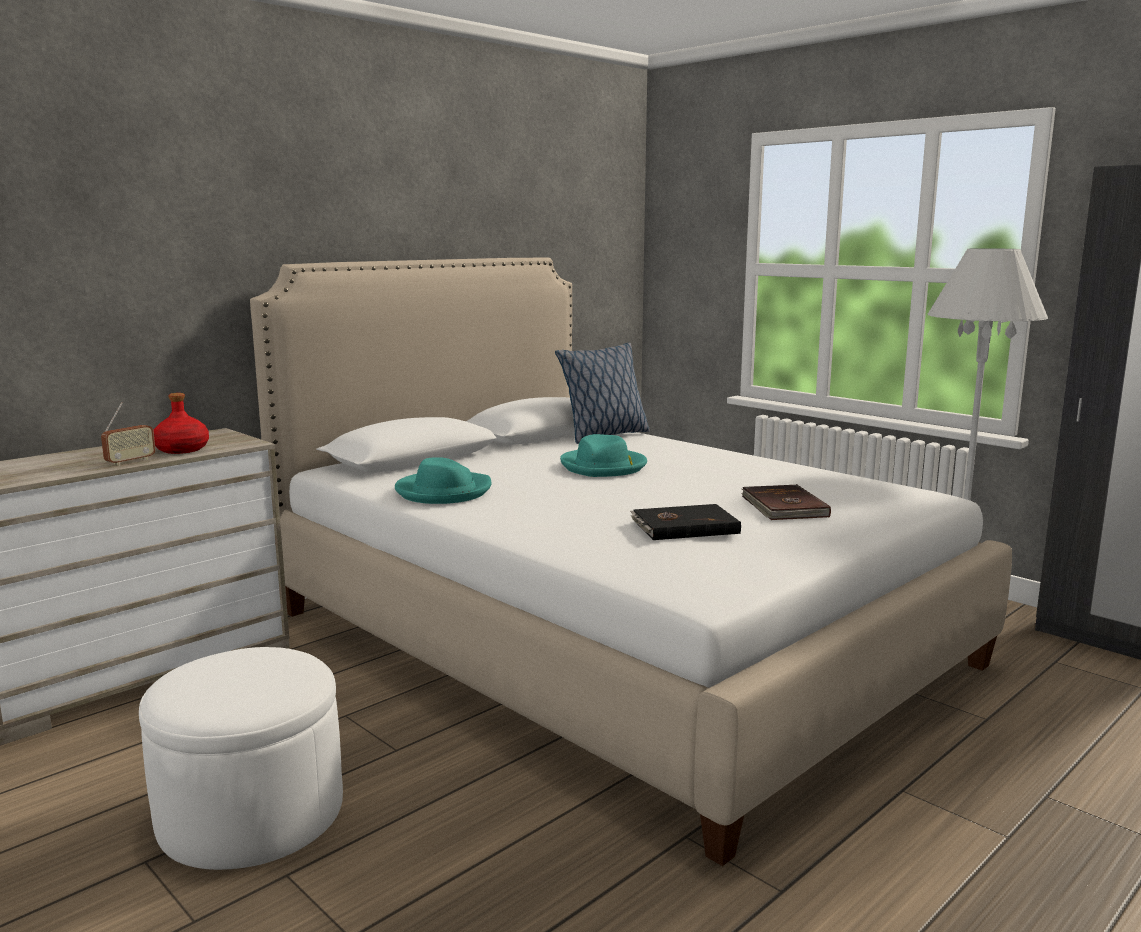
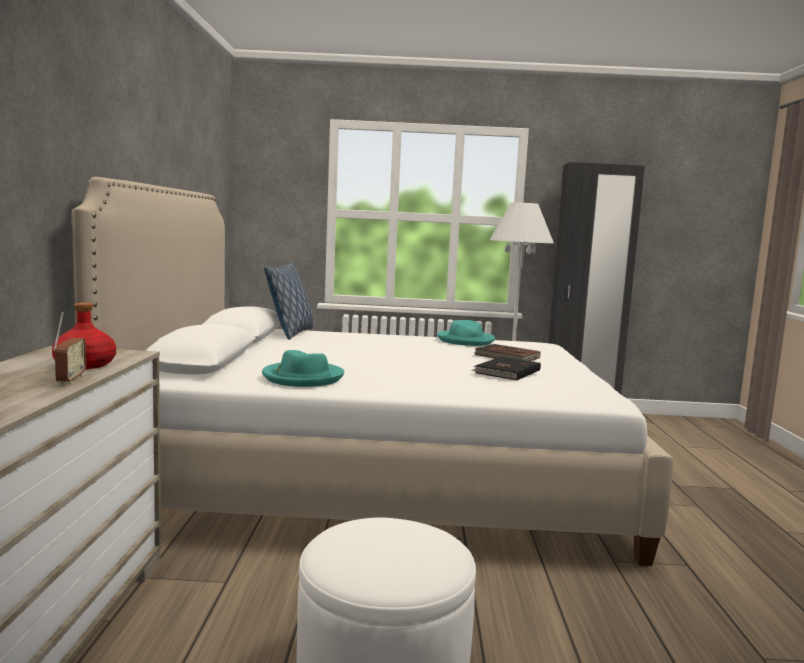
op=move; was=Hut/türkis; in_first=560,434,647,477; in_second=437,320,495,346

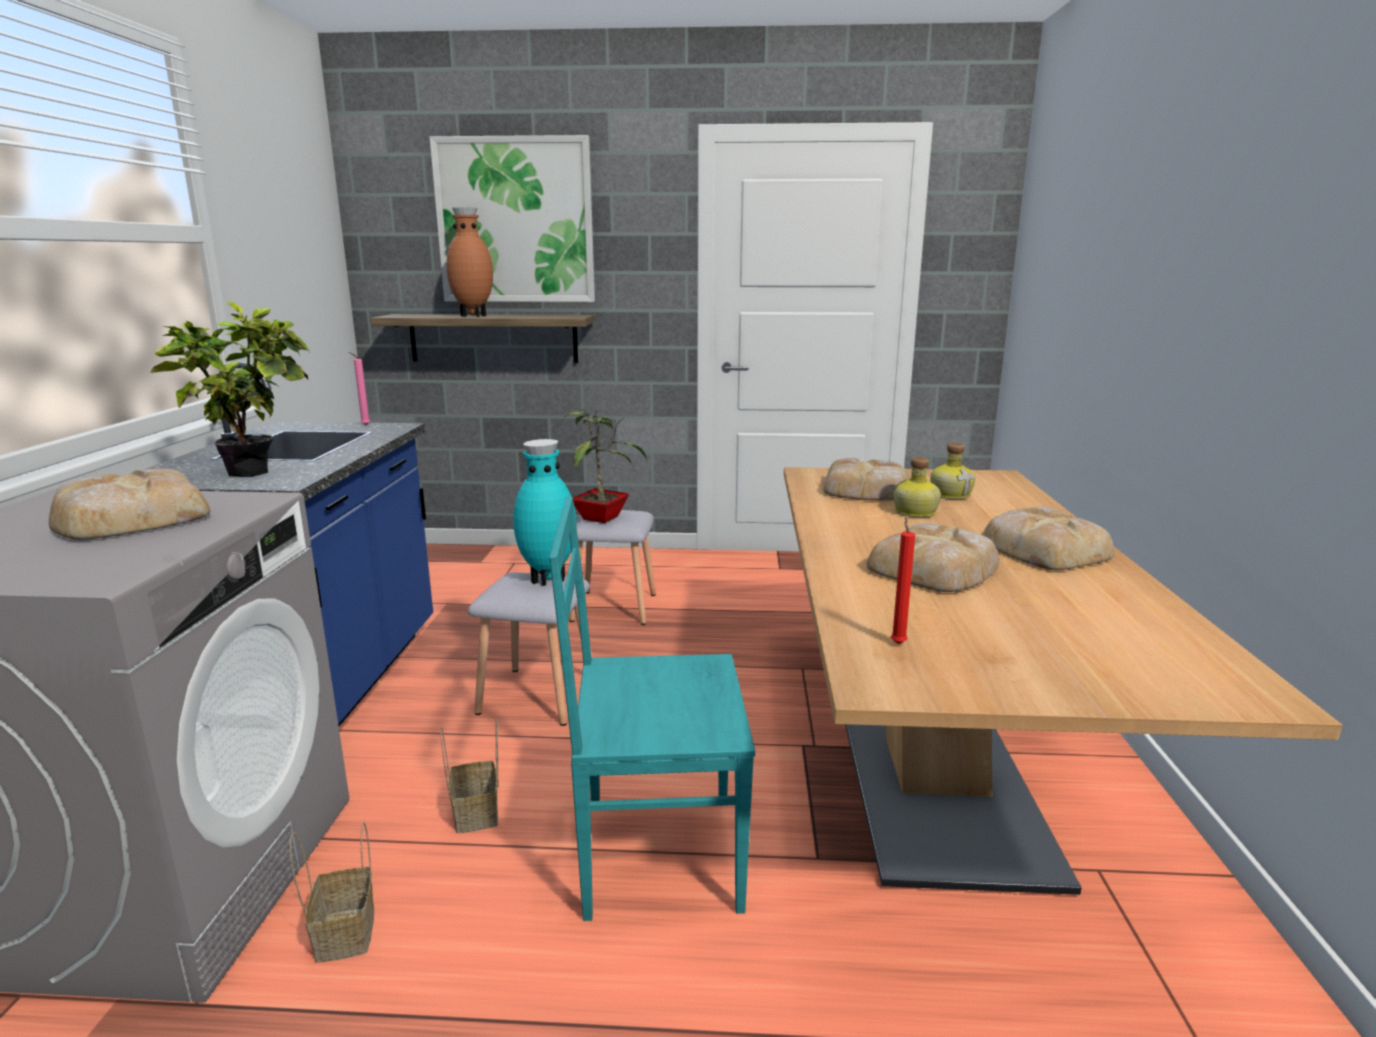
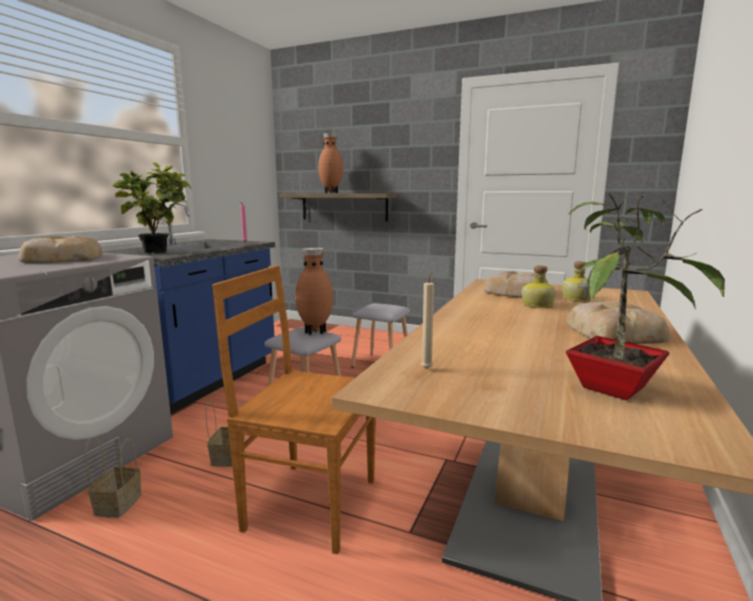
op=delete; was=Bild; in_first=430,135,595,302
op=move; was=Topfpflanze; in_first=562,408,647,523; in_second=566,191,725,401
op=recolor; was=Vase/türkis; now=Vase/braun; in_first=513,439,577,586; in_second=295,248,333,335
op=recolor; was=Stuhl/türkis; now=Stuhl/braun; in_first=549,496,755,921; in_second=212,265,376,554
op=recolor; was=Kerze/rot; now=Kerze/beige; in_first=891,517,915,644; in_second=421,272,434,369
op=delete; was=Brot; in_first=867,524,999,592

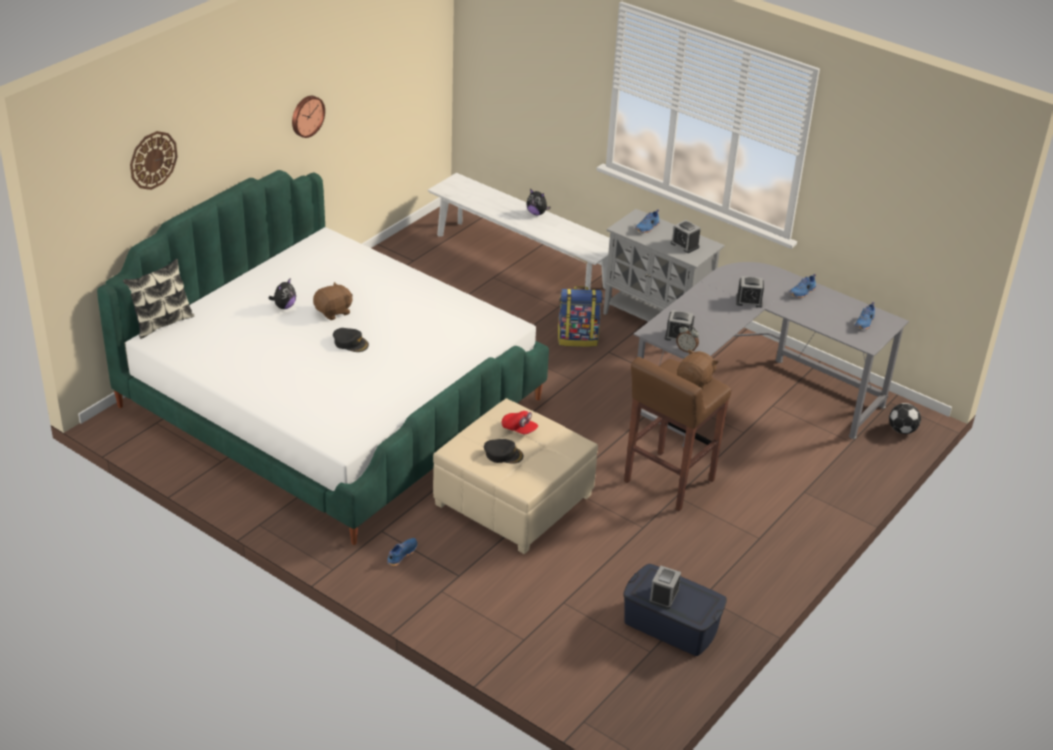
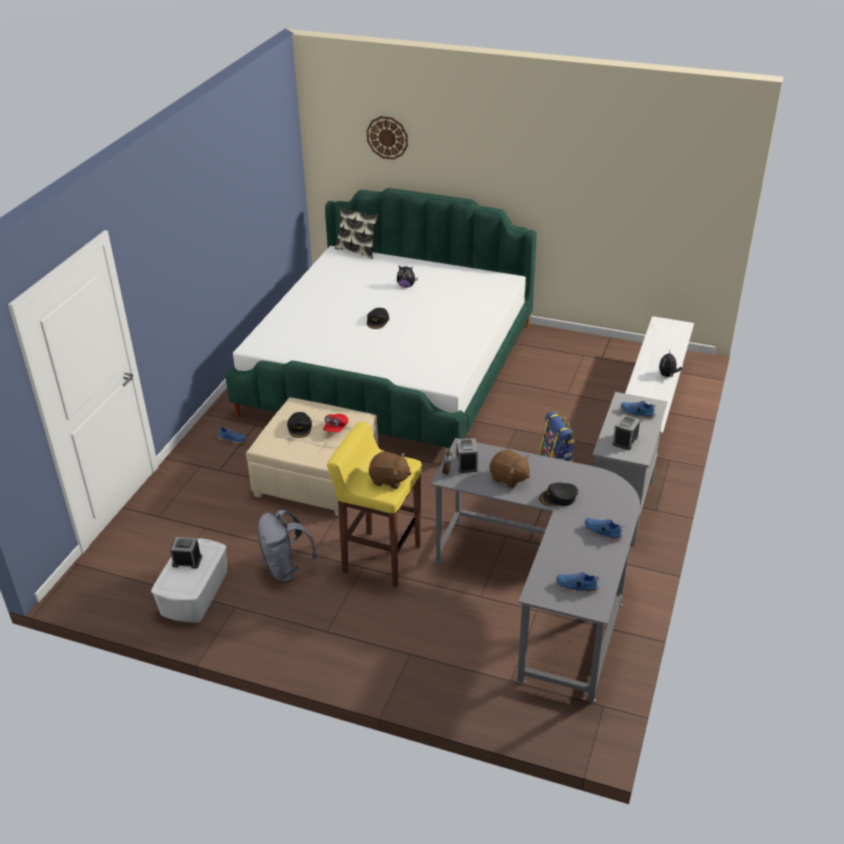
op=delete; was=Wanduhr; in_first=292,96,325,138
op=replace; was=Wecker; now=Kappe/schwarz; in_first=736,276,764,308; in_second=539,483,578,506
op=move; was=Plüschtier/braun; in_first=313,282,353,320; in_second=489,449,530,489
op=recolor; was=Hocker/braun; now=Hocker/gelb; in_first=624,357,731,511; in_second=327,422,422,587
op=delete; was=Fußball; in_first=889,403,921,434
op=recolor; was=Aufbewahrungsbox/blau; now=Aufbewahrungsbox/weiß; in_first=623,564,727,656; in_second=151,538,227,623
op=insert; now=Rucksack/grau; in_second=257,510,317,582

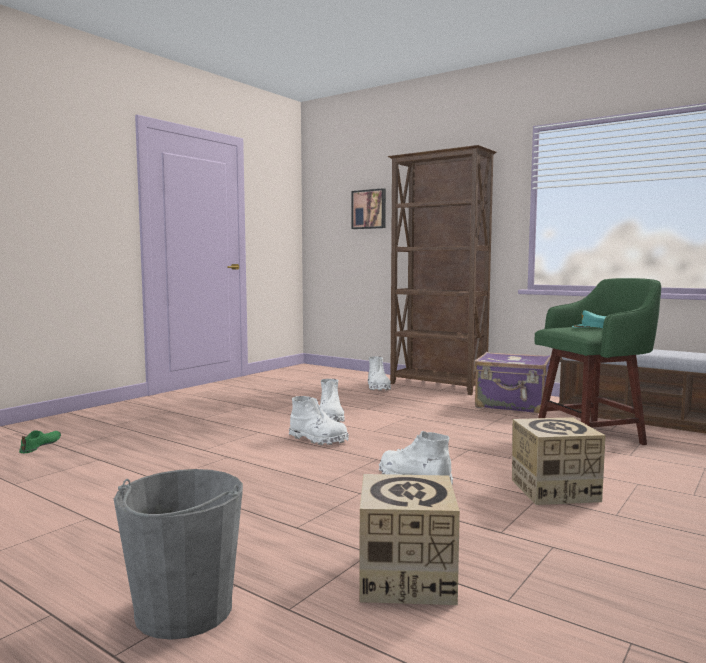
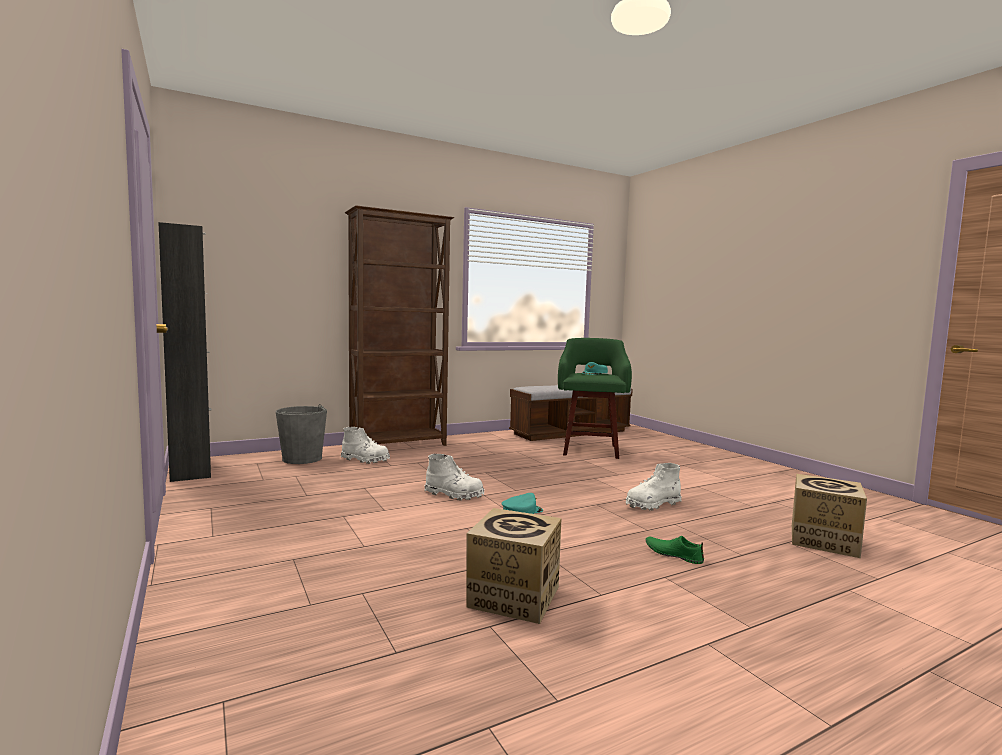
op=delete; was=Bild; in_first=352,188,386,229
op=delete; was=Koffer/lila; in_first=474,352,551,413
op=replace; was=Stiefel/weiß; now=Kappe/türkis; in_first=289,396,349,445; in_second=502,493,543,514
op=move; was=Karton; in_first=512,417,606,505; in_second=466,508,561,624
op=move; was=Schuh/grün; in_first=19,430,61,453; in_second=646,536,704,564
op=move; was=Eimer/grau; in_first=114,469,243,640; in_second=276,404,327,464
op=insert; now=Schrank/schwarz; in_second=158,222,212,482

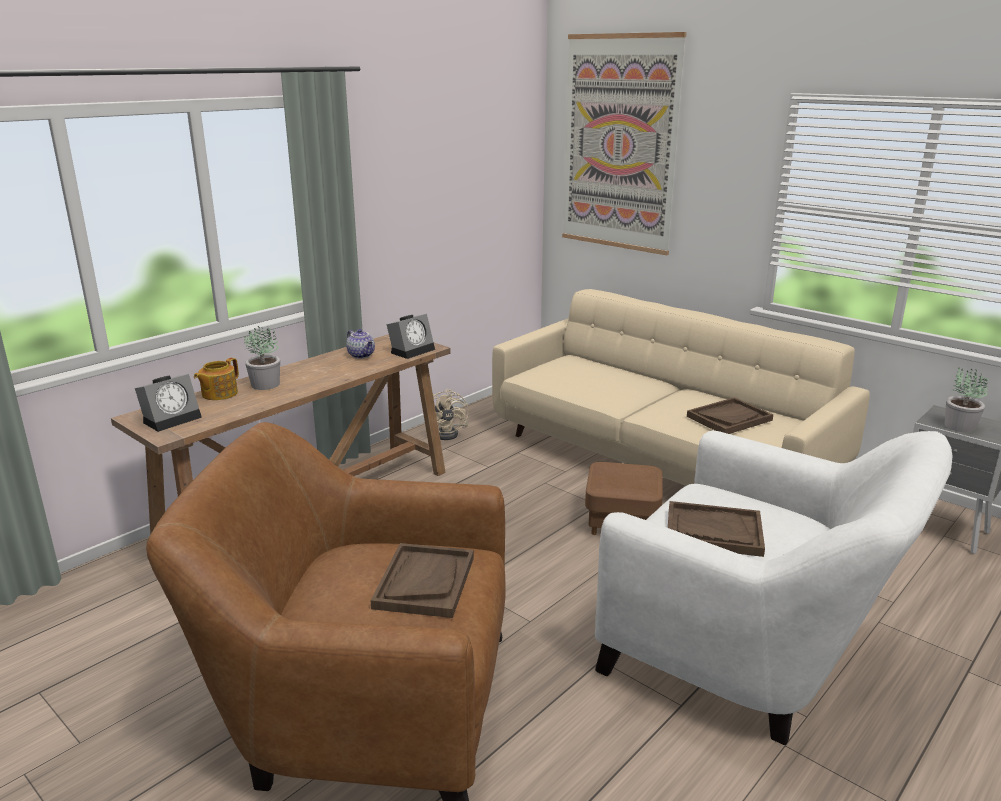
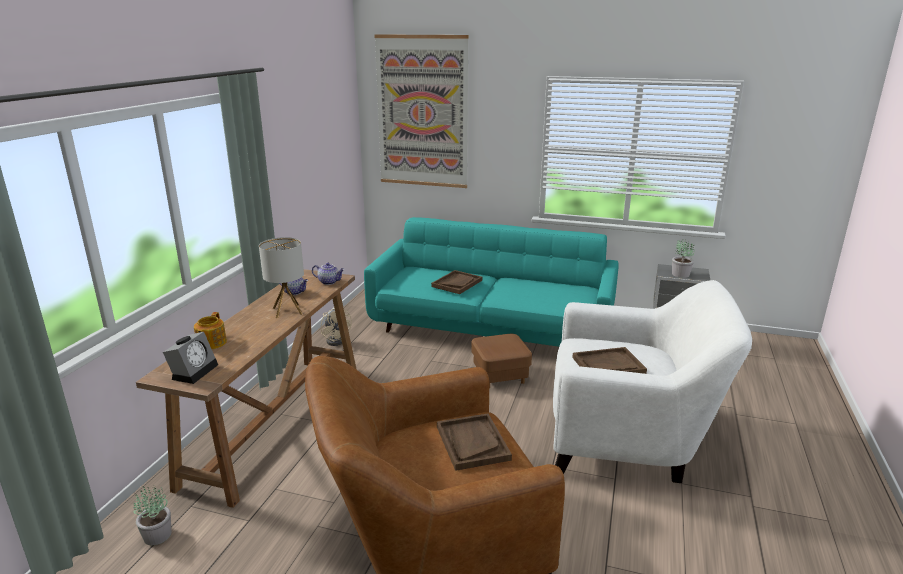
op=recolor; was=Sofa/beige; now=Sofa/türkis; in_first=492,289,870,486; in_second=364,217,619,347
op=replace; was=Wecker; now=Teekanne; in_first=386,314,435,359; in_second=312,263,345,285
op=move; was=Topfpflanze; in_first=244,326,280,390; in_second=133,486,171,545
op=move; was=Tablett/braun; in_first=687,397,773,434; in_second=431,270,482,294
op=insert; now=Tischlampe; in_second=259,237,304,318

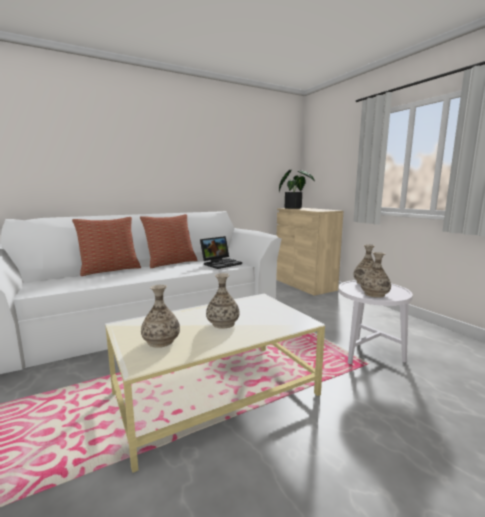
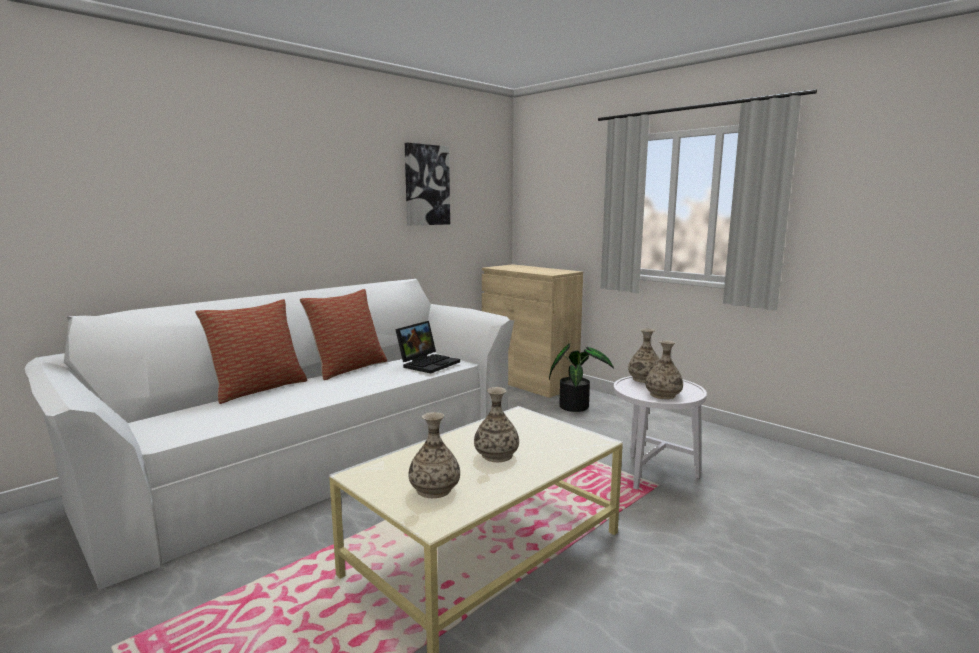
op=move; was=Topfpflanze; in_first=279,170,315,209; in_second=549,343,614,412
op=insert; now=Bild; in_second=405,143,450,226

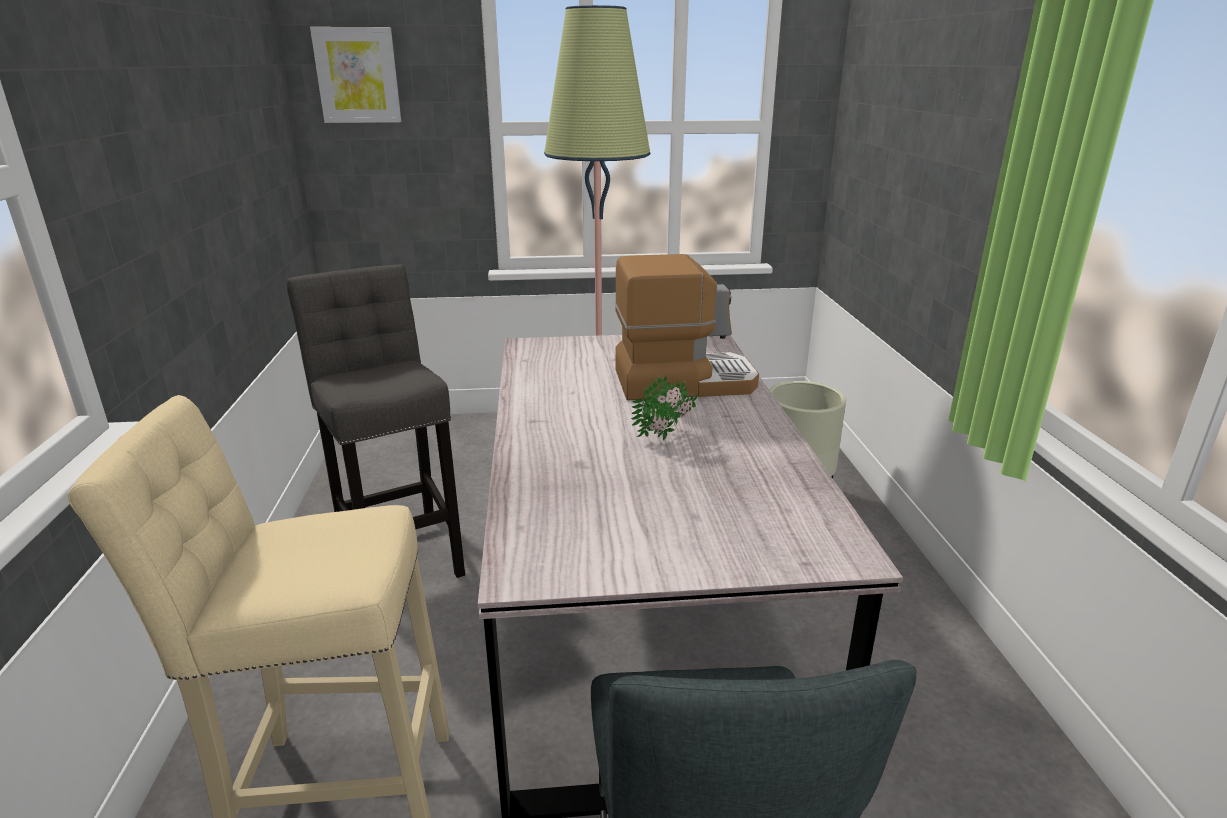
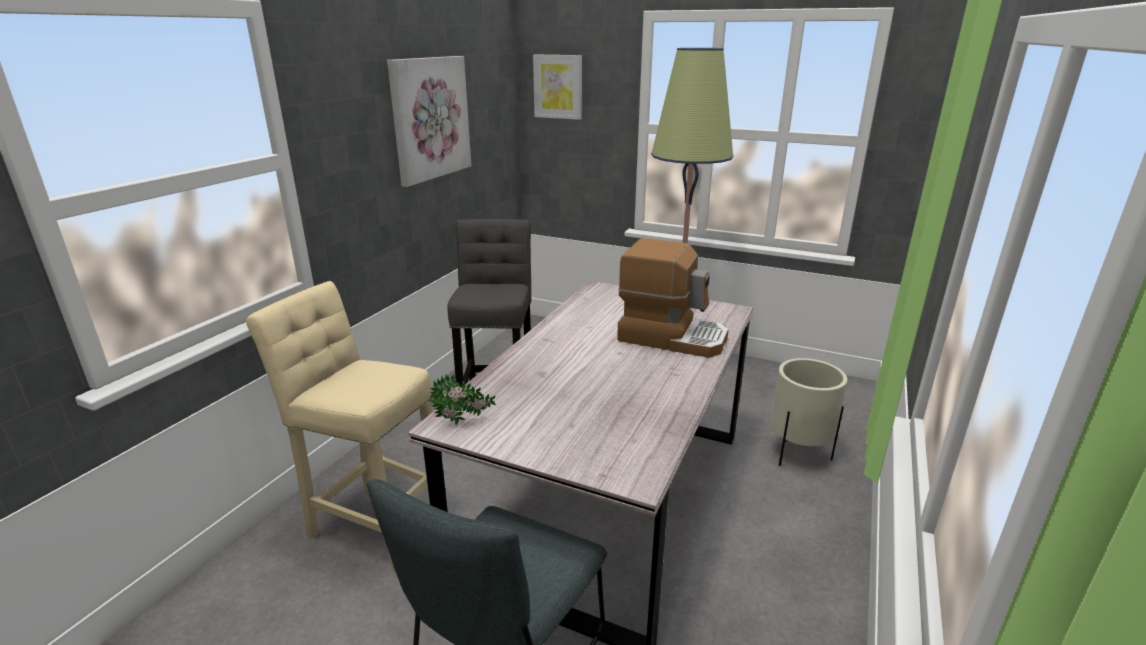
op=move; was=Topfpflanze; in_first=631,375,698,440; in_second=430,374,496,425
op=insert; now=Bild; in_second=387,56,471,187

